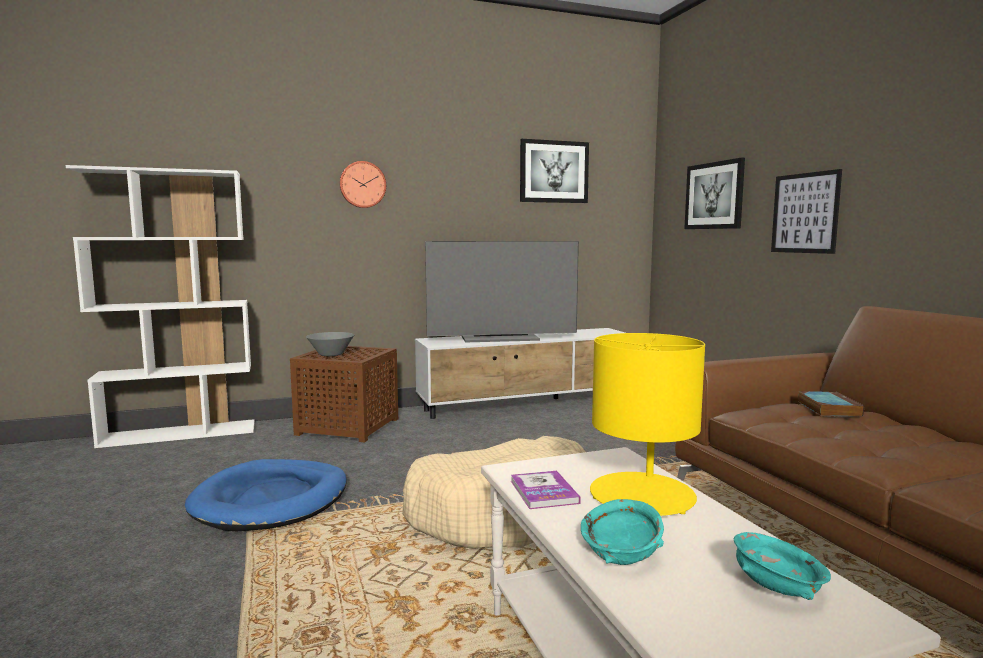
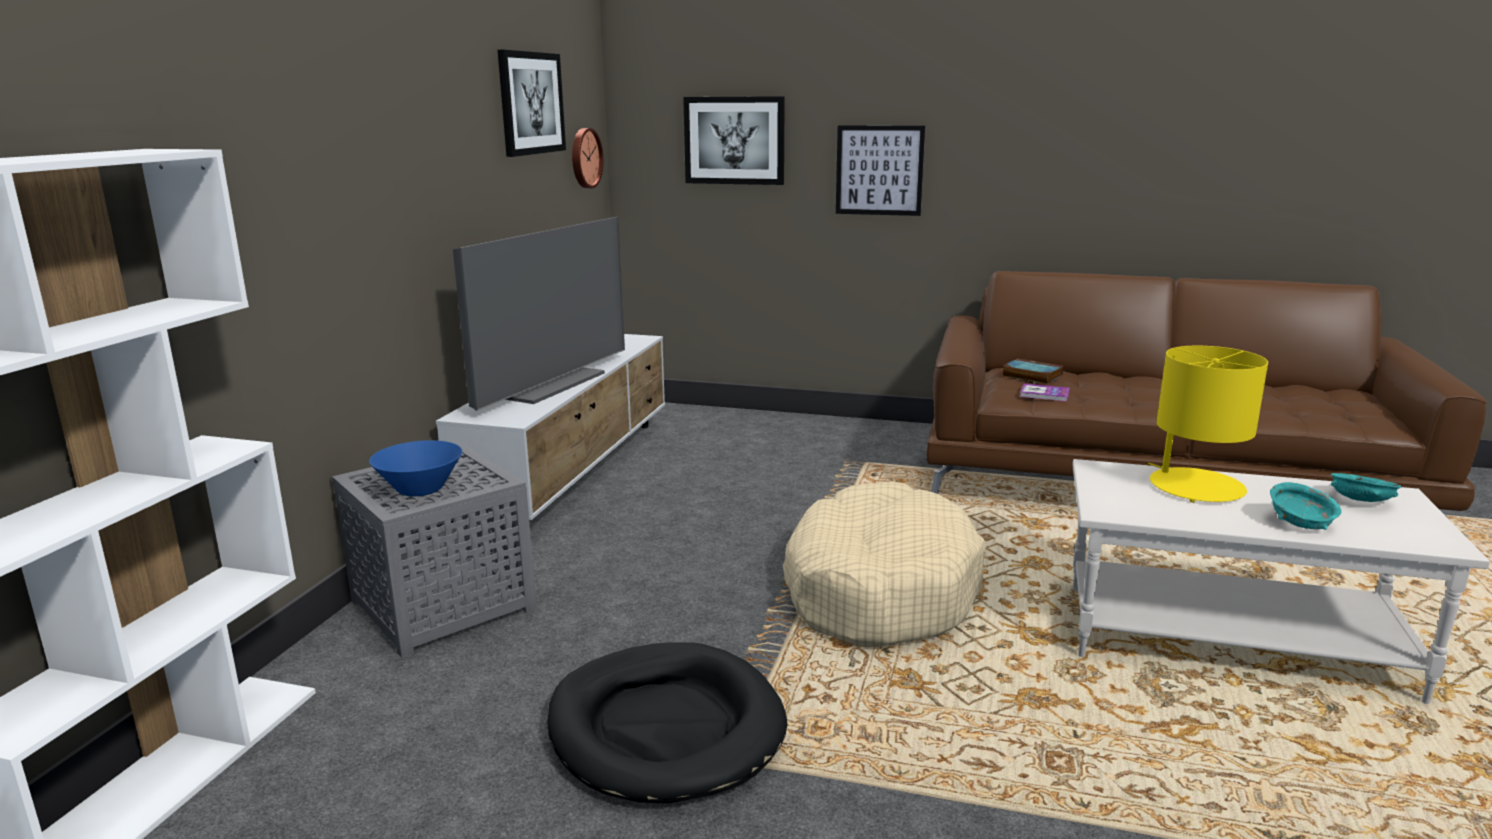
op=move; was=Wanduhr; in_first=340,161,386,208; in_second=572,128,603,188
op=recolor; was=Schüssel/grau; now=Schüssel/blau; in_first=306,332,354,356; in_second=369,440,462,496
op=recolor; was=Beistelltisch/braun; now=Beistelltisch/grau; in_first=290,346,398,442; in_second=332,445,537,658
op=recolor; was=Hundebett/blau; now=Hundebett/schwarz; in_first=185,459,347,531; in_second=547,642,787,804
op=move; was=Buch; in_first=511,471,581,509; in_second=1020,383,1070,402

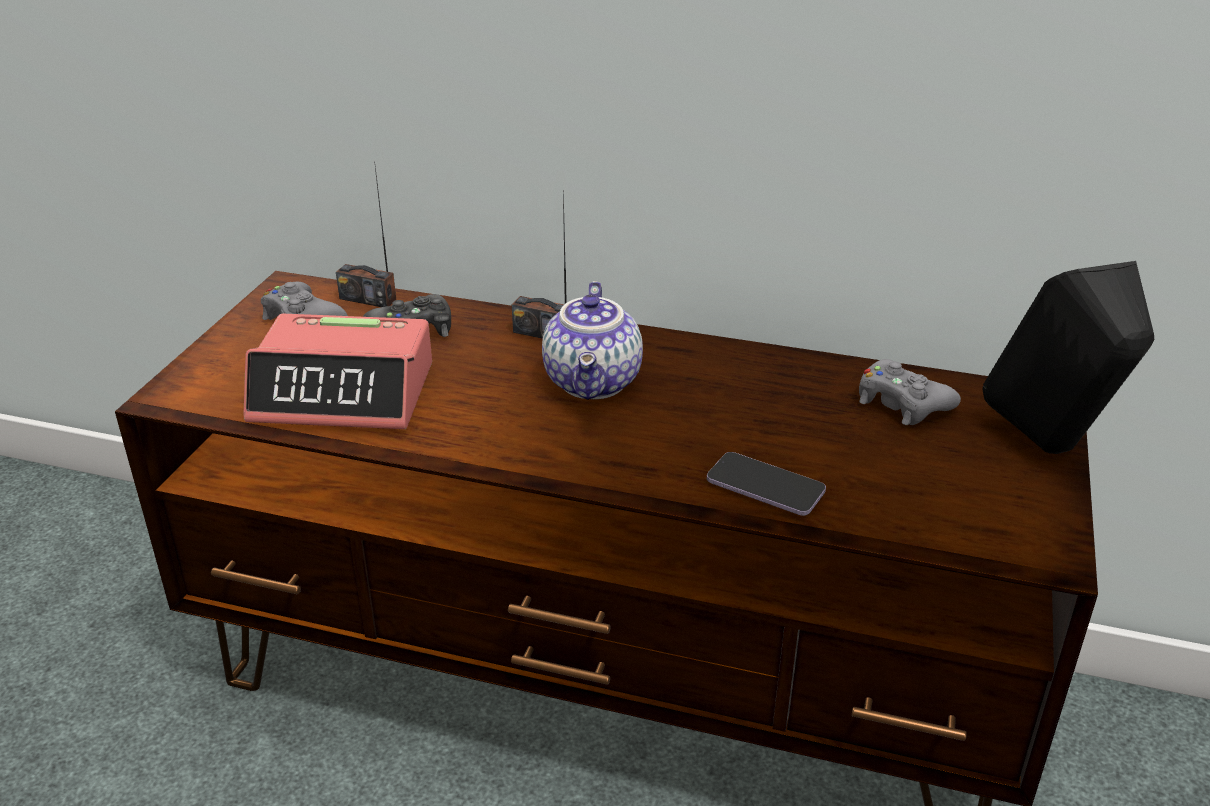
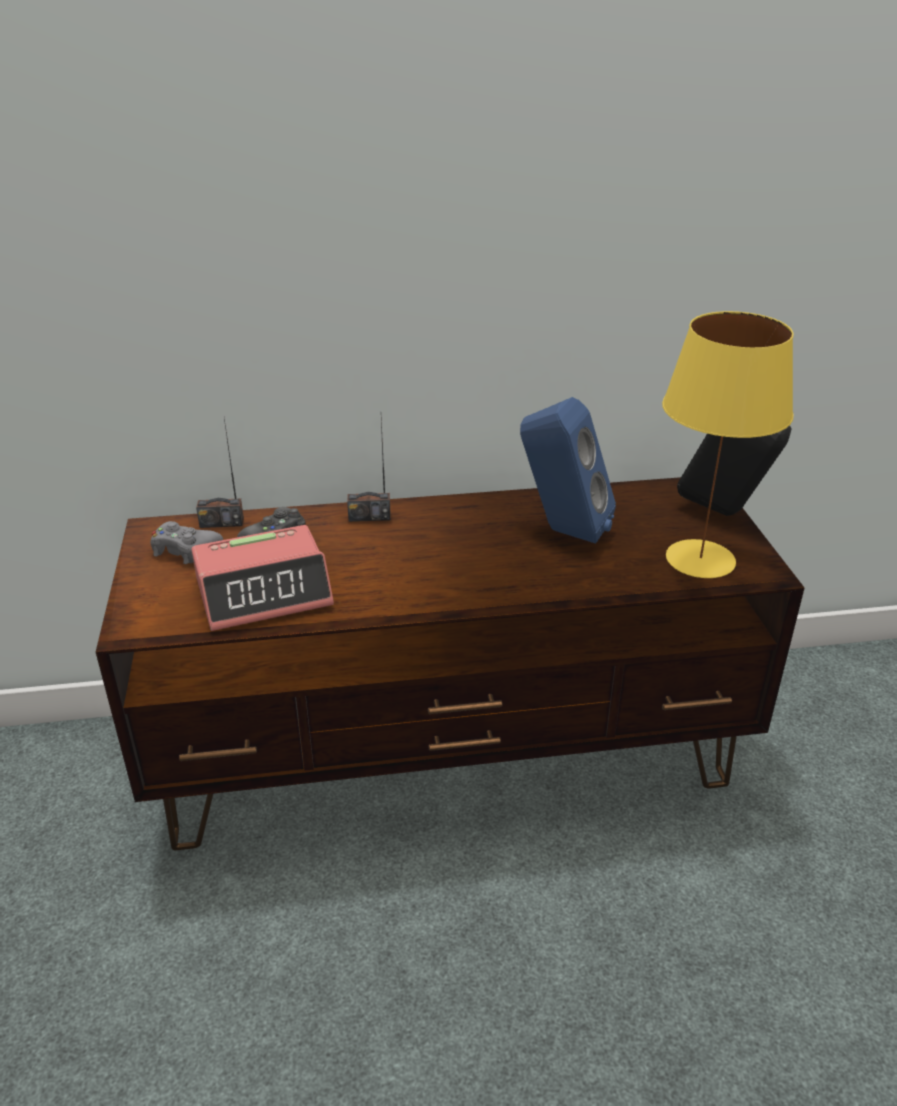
op=delete; was=Teekanne; in_first=542,281,643,400
op=delete; was=Gamepad/grau; in_first=859,359,961,425
op=delete; was=Handy; in_first=707,452,826,516
op=insert; now=Tischlampe/gelb; in_second=662,311,794,578
op=insert; now=Lautsprecher/blau; in_second=520,397,616,543

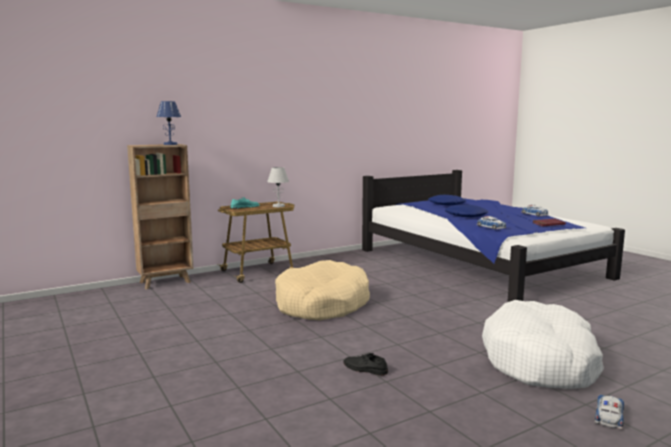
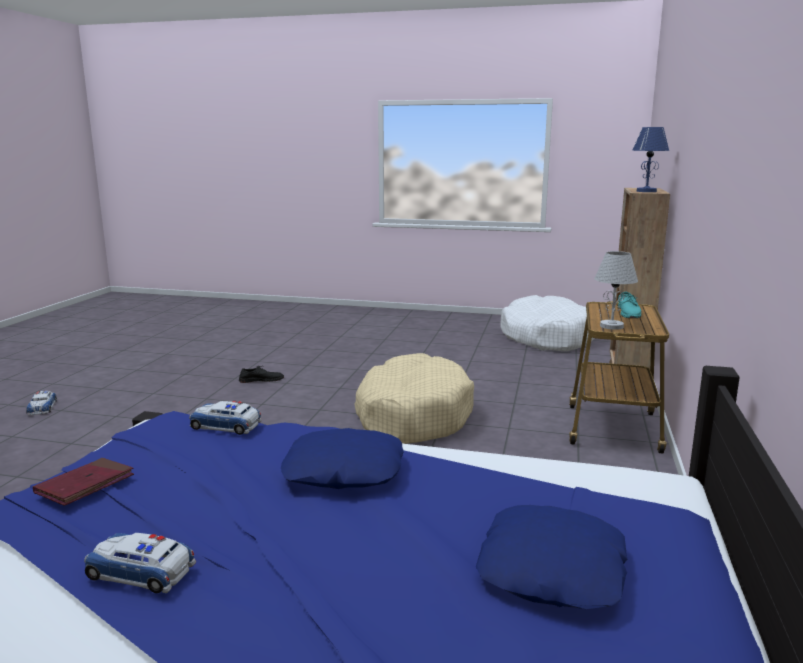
op=move; was=Hundebett/weiß; in_first=482,300,604,389; in_second=500,295,595,352

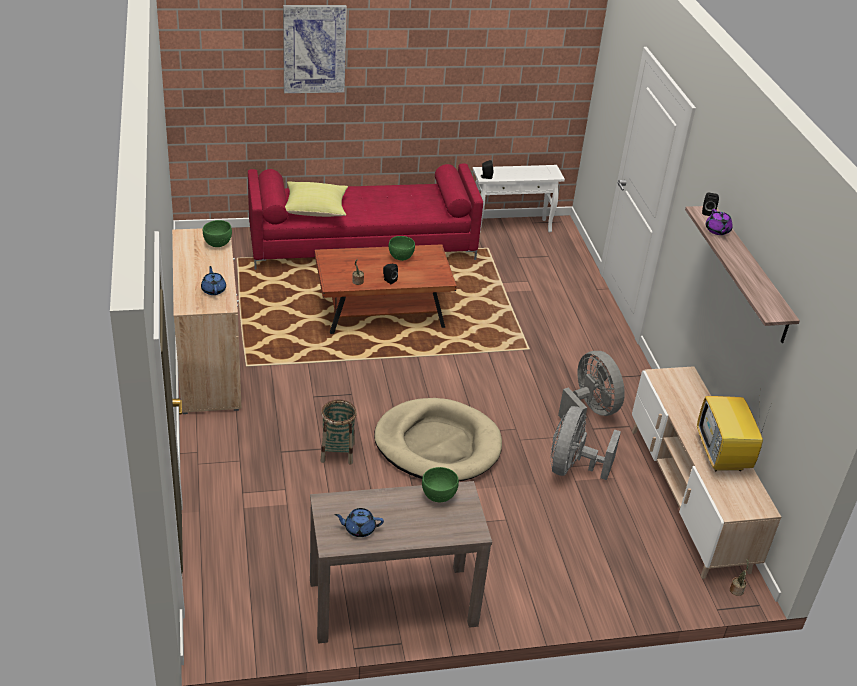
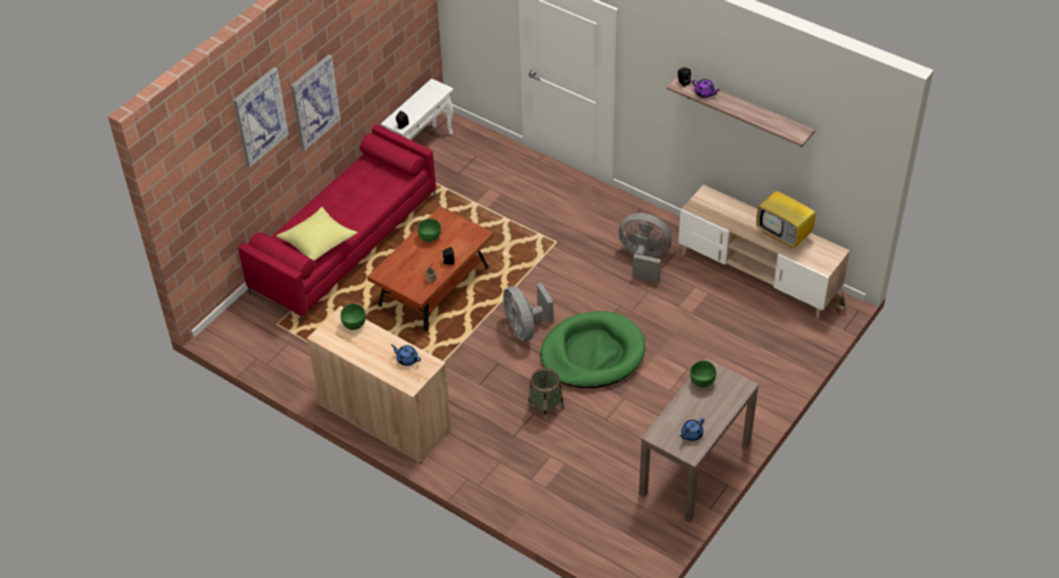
op=recolor; was=Hundebett/beige; now=Hundebett/grün; in_first=374,398,502,481; in_second=541,311,645,388
op=move; was=Ventilator/grau; in_first=550,406,621,480; in_second=503,283,554,341
op=insert; now=Bild; in_second=291,54,341,151

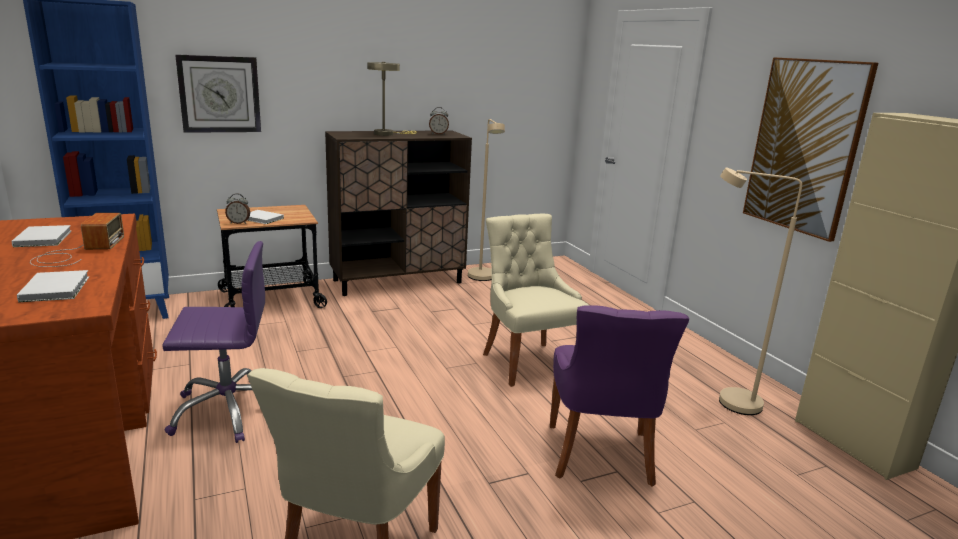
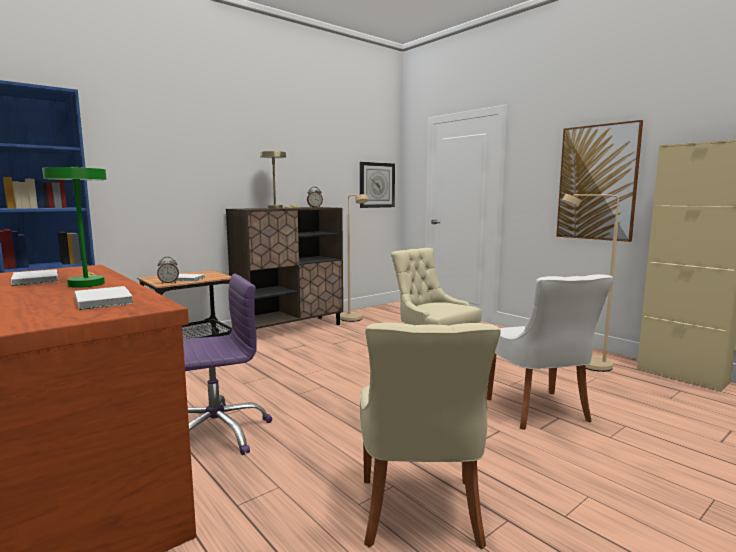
op=move; was=Wanduhr; in_first=175,54,261,133; in_second=360,162,395,208
op=replace; was=Radio; now=Tischlampe/grün; in_first=30,213,124,267; in_second=42,166,107,288
op=recolor; was=Stuhl/lila; now=Stuhl/weiß; in_first=550,305,689,487; in_second=487,274,614,430

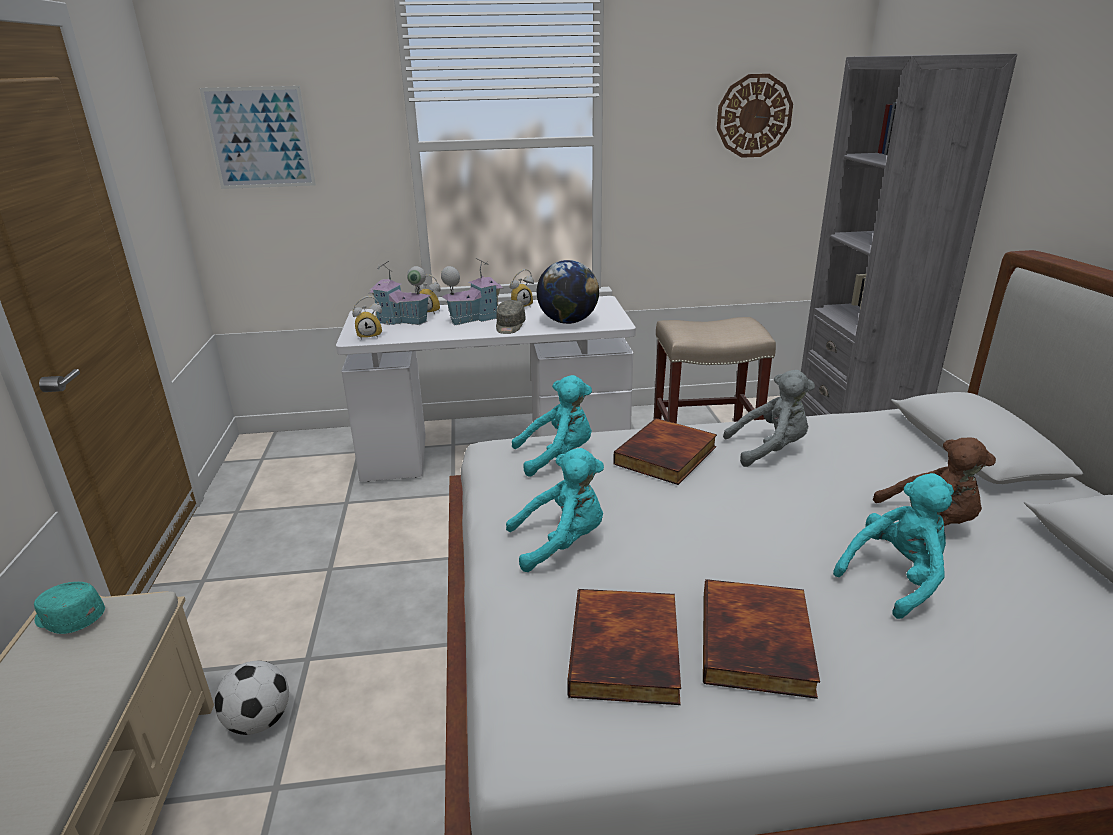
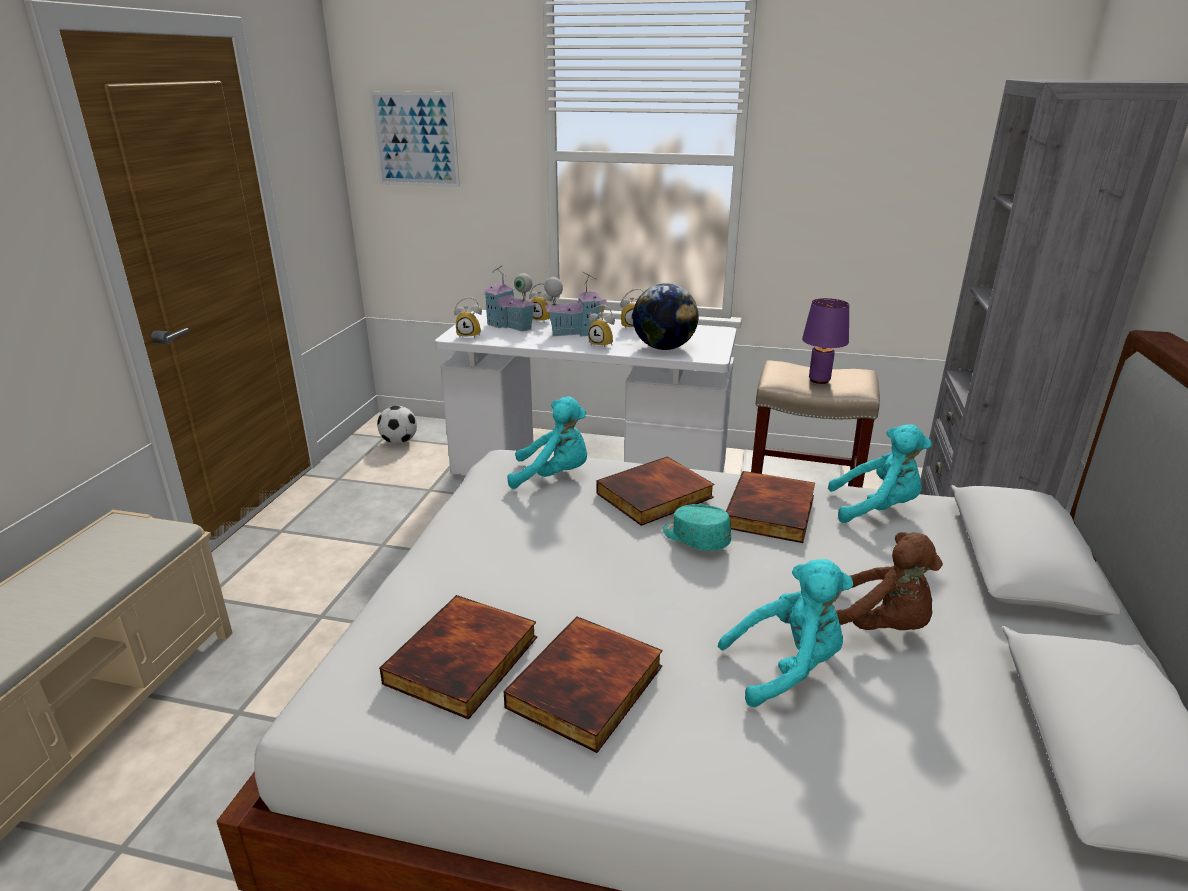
op=delete; was=Wanduhr; in_first=717,74,793,158
op=replace; was=Kappe/grau; now=Wecker; in_first=496,300,526,334; in_second=588,305,615,347
op=replace; was=Plüschtier/grau; now=Buch; in_first=723,370,815,467; in_second=726,471,815,543
op=move; was=Plüschtier/türkis; in_first=506,448,604,572; in_second=828,425,932,523
op=move; was=Kappe/türkis; in_first=34,582,105,634; in_second=663,504,731,551
op=move; was=Fußball; in_first=214,661,289,735; in_second=377,406,417,444
op=insert; now=Tischlampe/lila; in_second=802,298,849,384

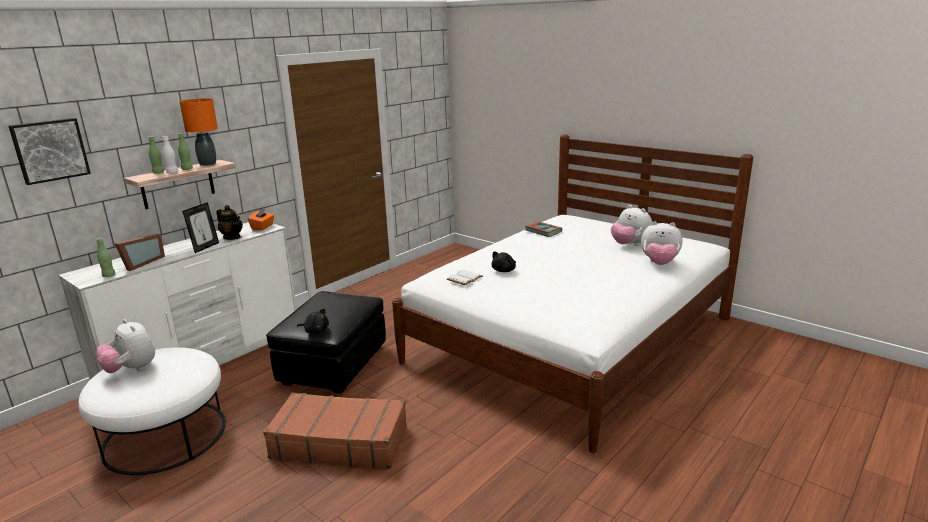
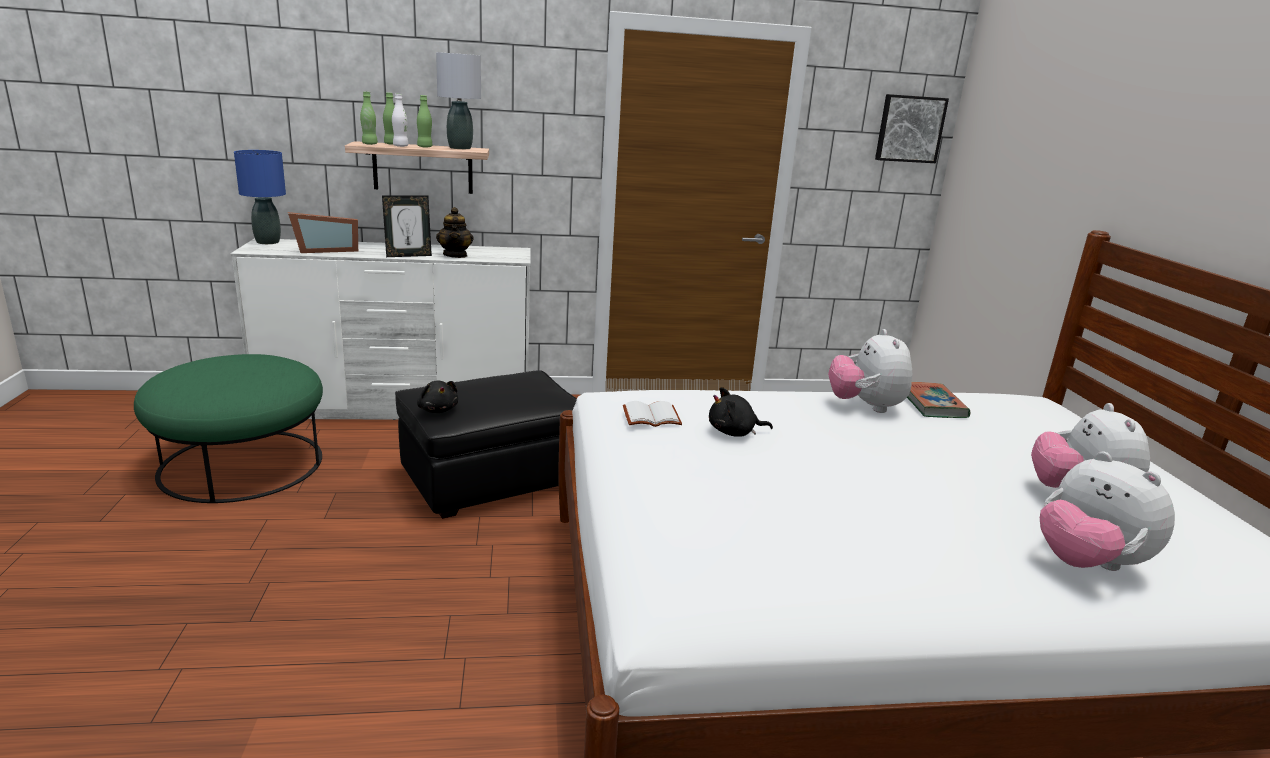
op=recolor; was=Tischlampe/orange; now=Tischlampe/grau; in_first=179,98,218,166; in_second=436,52,481,149
op=move; was=Bild; in_first=9,118,91,185; in_second=875,94,949,163
op=delete; was=Taschentuchbox/orange; in_first=248,207,274,230
op=move; was=Flasche/grün; in_first=96,238,115,277; in_second=360,92,378,145
op=move; was=Plüschtier; in_first=96,319,155,373; in_second=828,329,912,413
op=recolor; was=Polsterhocker/weiß; now=Polsterhocker/grün; in_first=78,347,226,475; in_second=134,354,323,503
op=delete; was=Koffer/braun; in_first=263,393,407,469
op=insert; now=Tischlampe/blau; in_second=234,150,286,244

